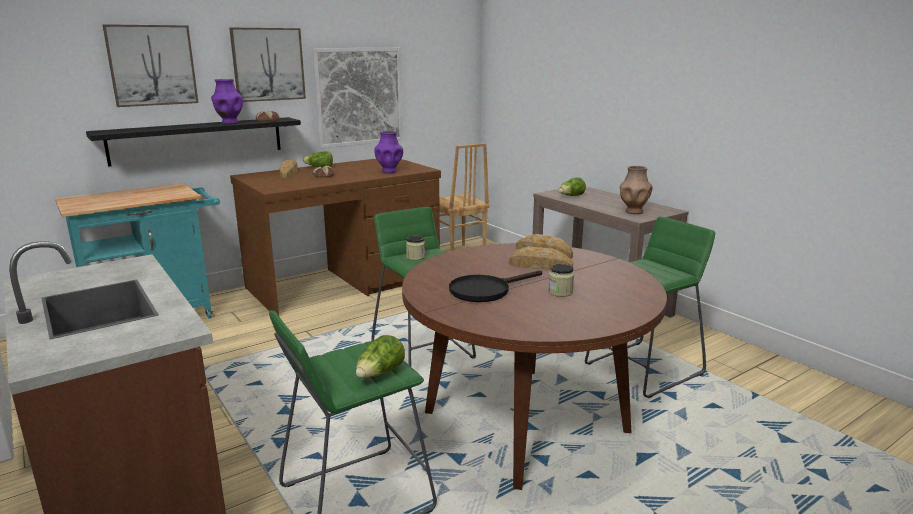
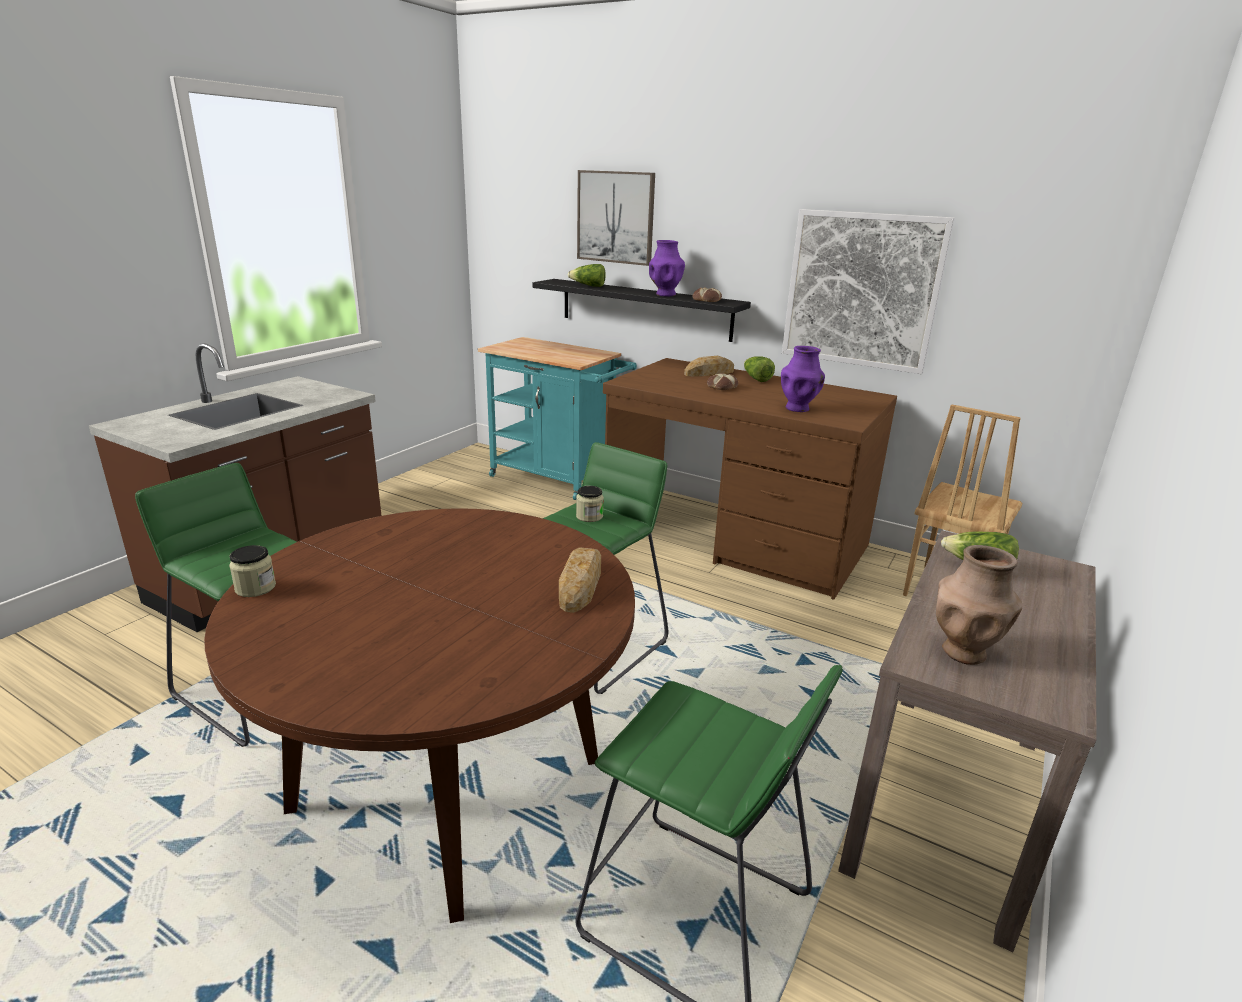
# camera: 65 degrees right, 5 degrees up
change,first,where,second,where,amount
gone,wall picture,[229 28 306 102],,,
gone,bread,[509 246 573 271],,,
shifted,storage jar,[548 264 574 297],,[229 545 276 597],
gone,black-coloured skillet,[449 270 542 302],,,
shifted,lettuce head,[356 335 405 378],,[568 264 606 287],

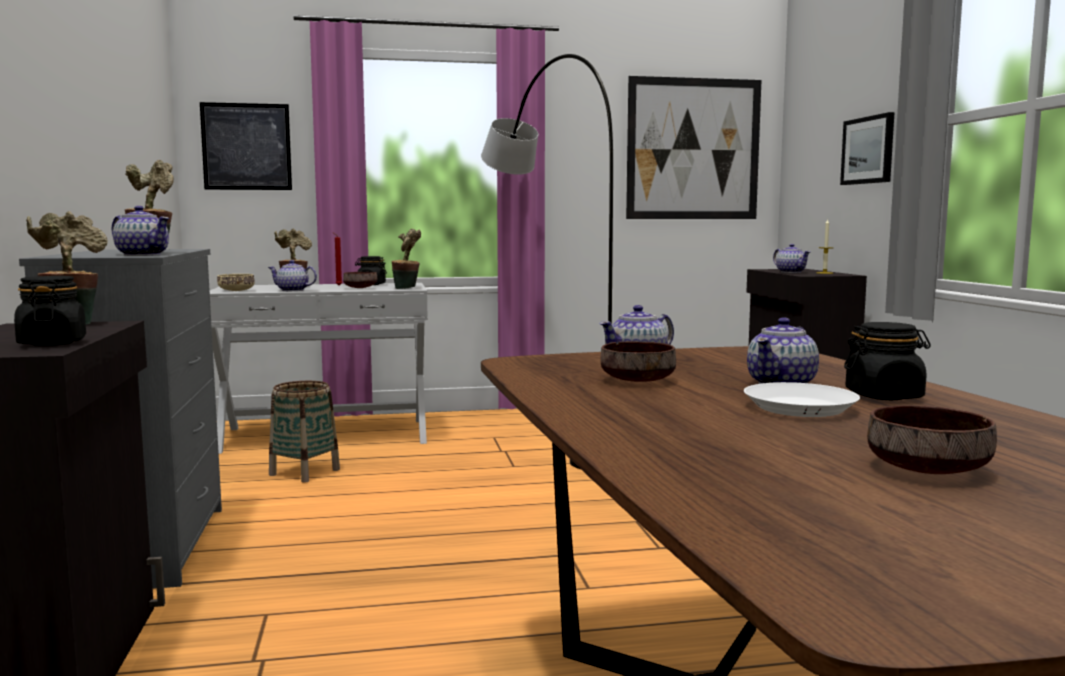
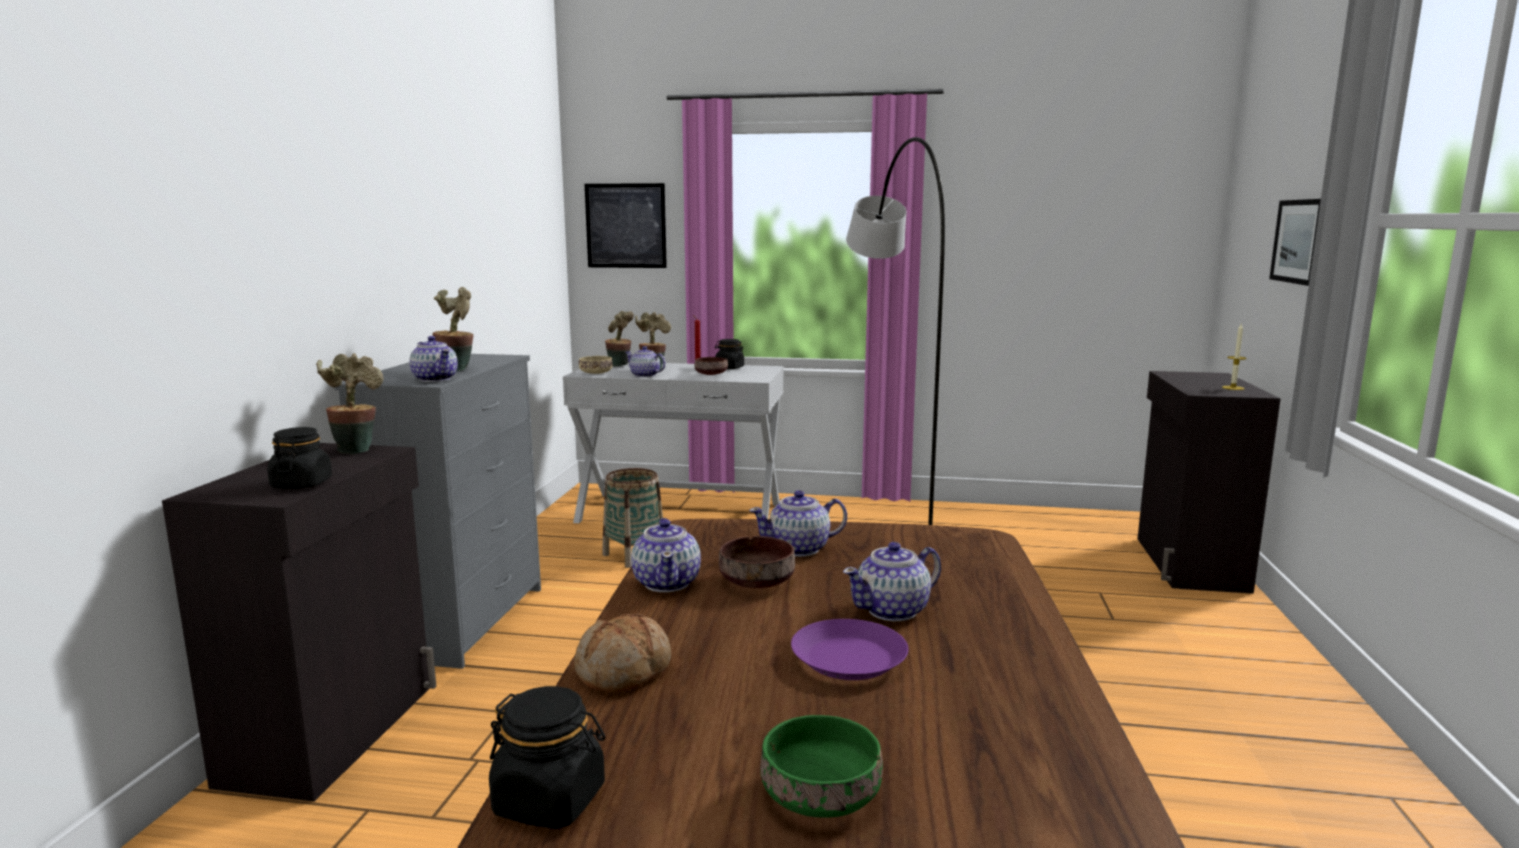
# camera: 20 degrees right, 5 degrees up
change,first,where,second,where,amount
gone,wall picture,[626 76 762 219],,,
shifted,potted plant,[391 229 421 289],,[605 311 634 366],
shifted,tea pot,[773 244 811 273],,[631 518 701 592],
shifted,black-coloured storage jar,[844 322 931 400],,[489 686 605 829],
repainted,white dinner plate,[744 382 860 417],purple dinner plate,[791 619 909 680],
repainted,brown-coloured serving bowl,[867 405 997 474],greenish serving bowl,[760 715 883 818],
new,,,bread,[574 614 671 693],

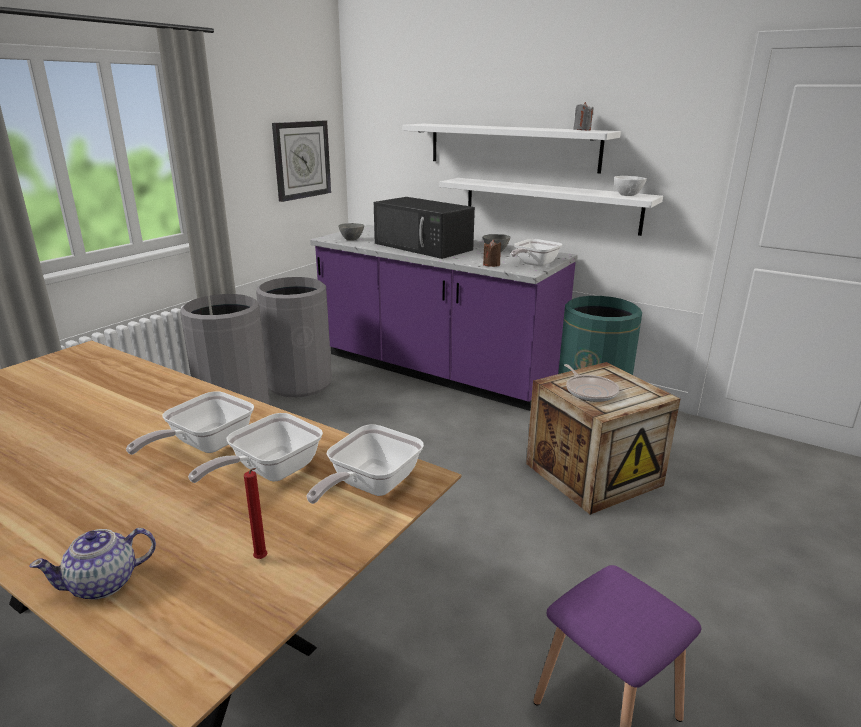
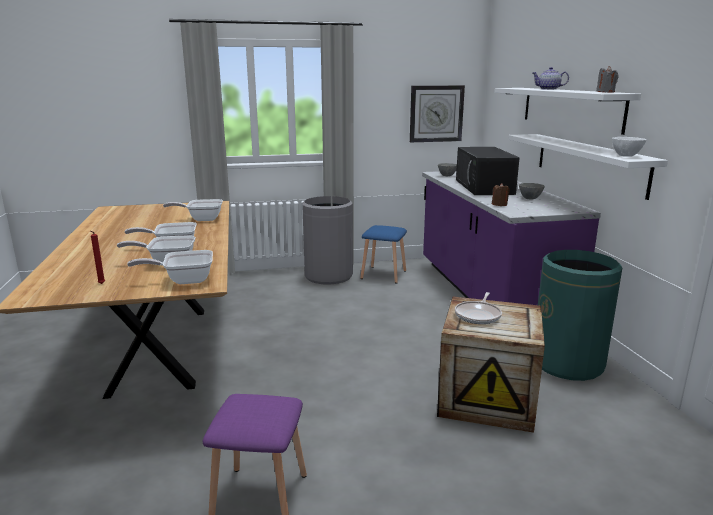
# camera: 45 degrees right, 5 degrees down
change,first,where,second,where,amount
shifted,skillet,[511 239 562 267],,[163 199 223 221],
swapped,greyish rubbish bin,[256 277 332 397],blue-coloured stool,[360 225 407 283],
shifted,tea pot,[29 528 156 600],,[533 67 569 90],

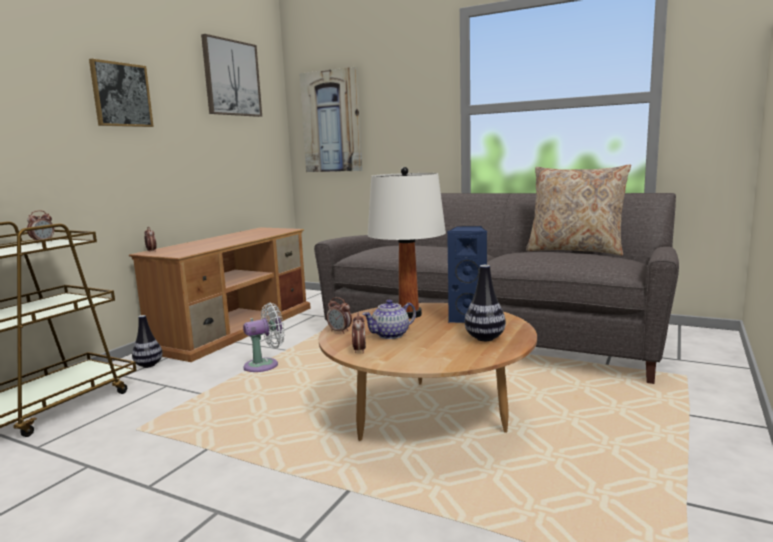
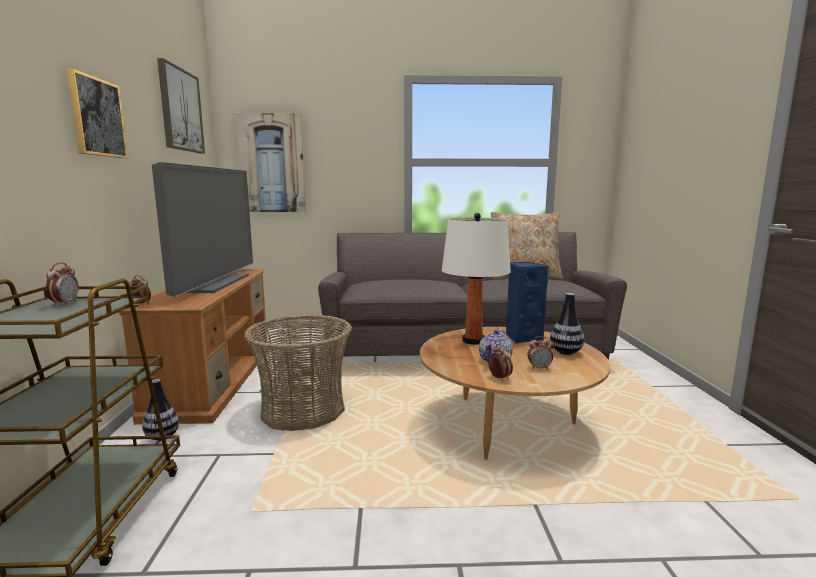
# camera: 30 degrees left, 0 degrees up
change,first,where,second,where,amount
shifted,bedside clock,[327 297 352 334],,[528 336 554 370],
swapped,white fan,[243 303 285 372],storage basket,[244 315 352 431],
new,,,TV,[152 162 253 297],

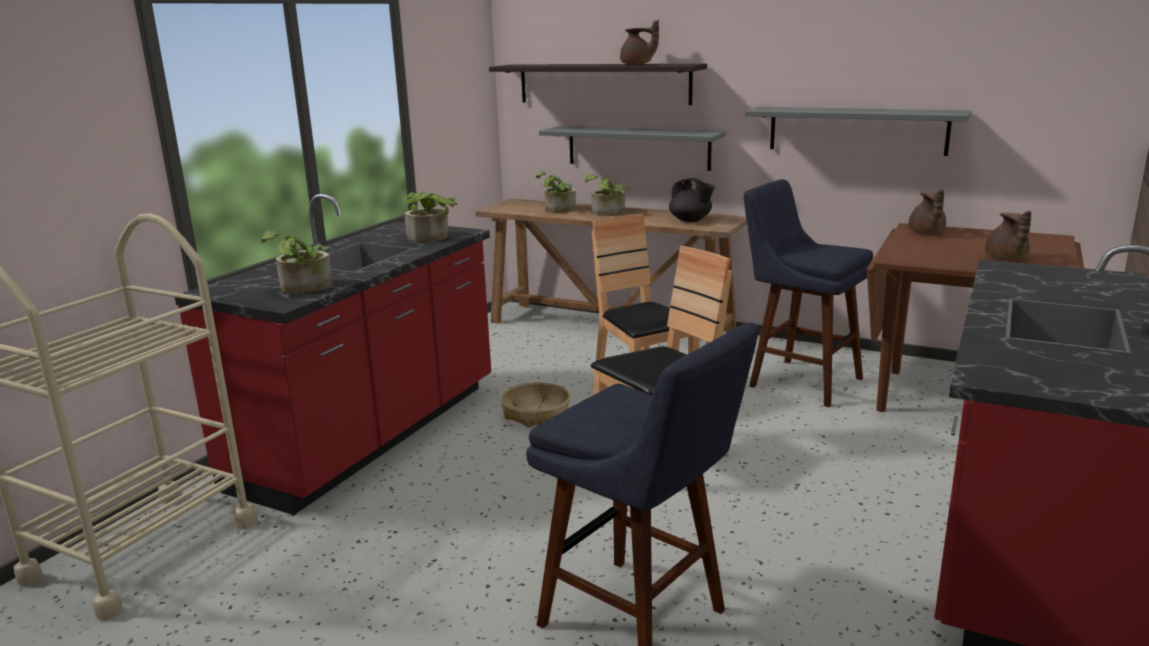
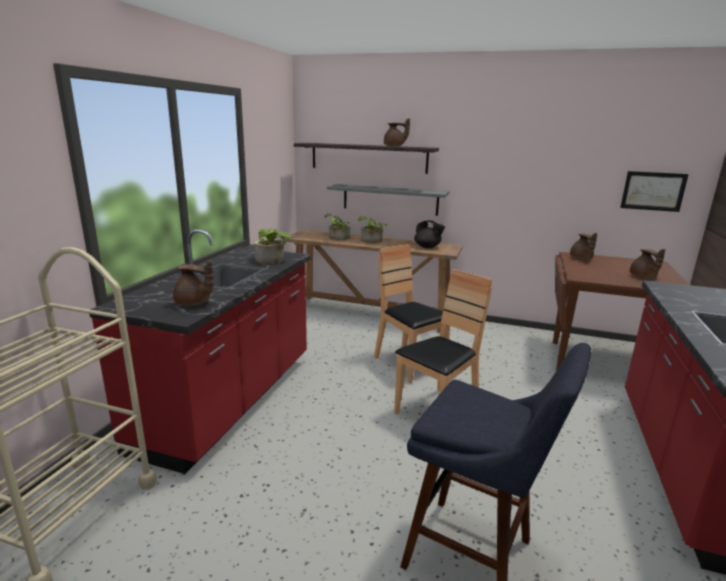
# camera: 10 degrees left, 0 degrees up
change,first,where,second,where,amount
gone,greyish wall shelf,[745 107 972 156],,,
gone,blue-coloured stool,[743 179 873 407],,,
swapped,potted plant,[261 230 332 294],brown-coloured tea pot,[173 261 214 306],
gone,storage basket,[501 382 570 428],,,
new,,,wall picture,[620 171 689 212],

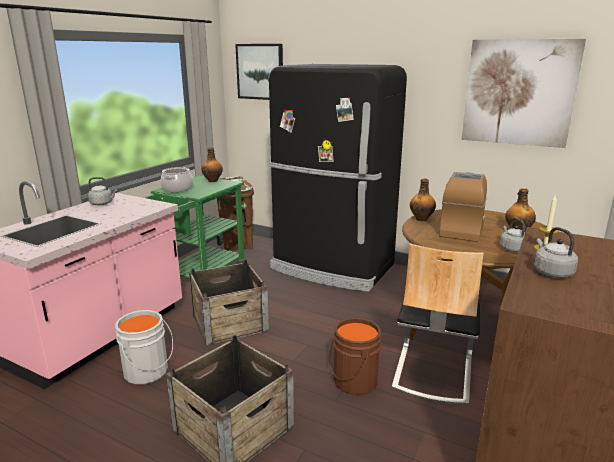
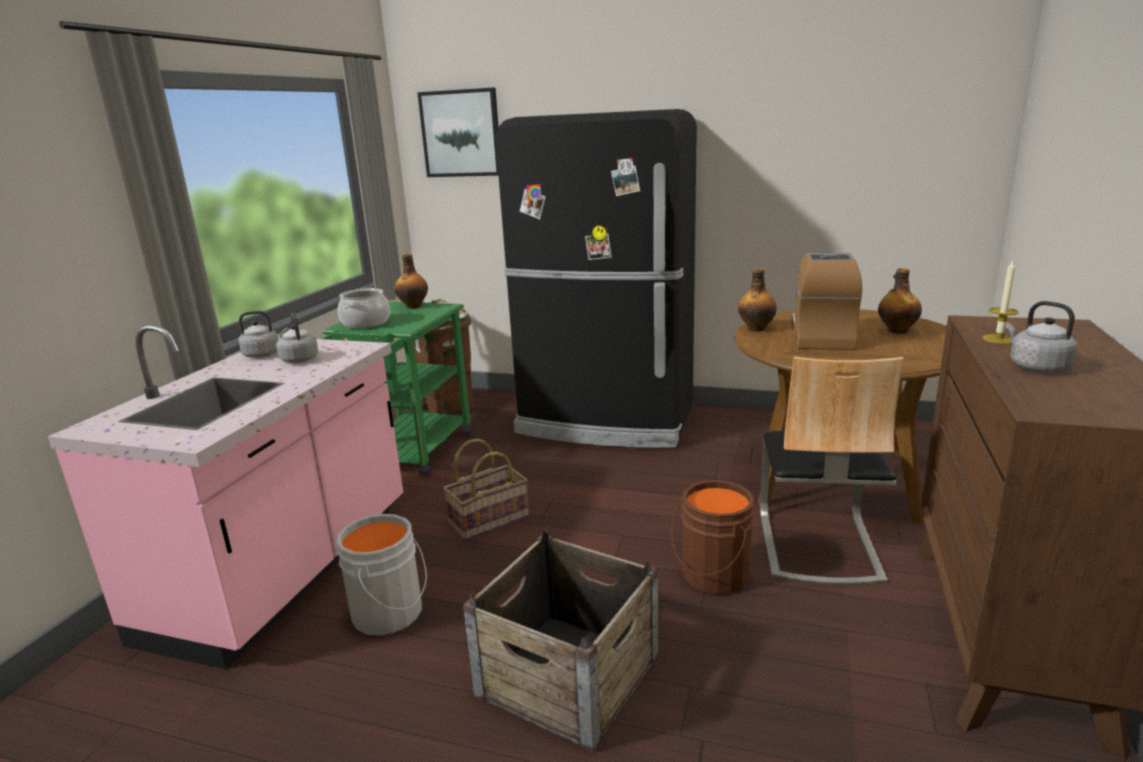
# camera: 10 degrees left, 0 degrees up
change,first,where,second,where,amount
gone,wall picture,[461 39 586 148],,,
shifted,greyish water kettle,[500 218 525 252],,[277 313 318 363],
swapped,packing crate,[189 259 269 346],storage basket,[443 438 529 541],

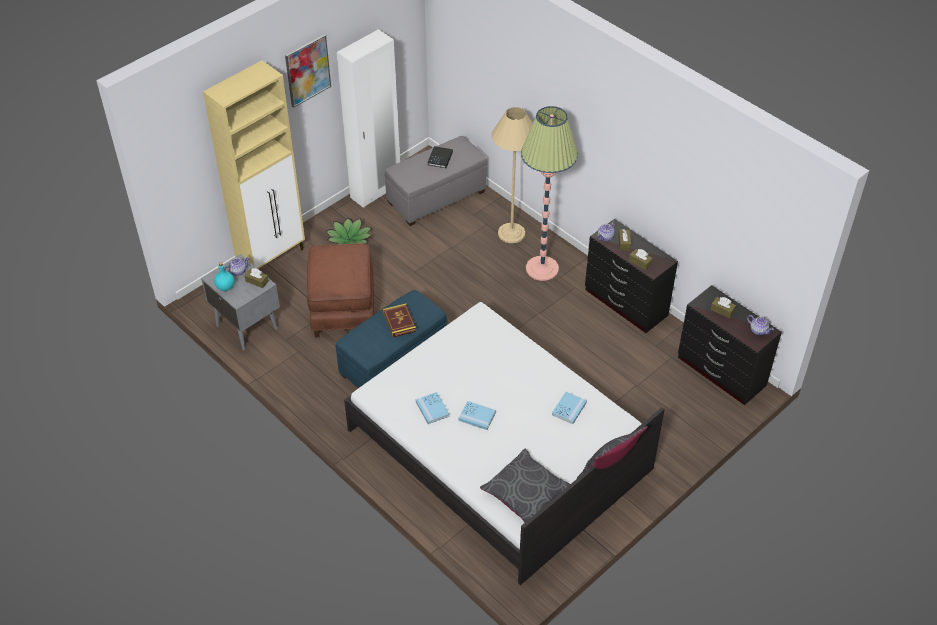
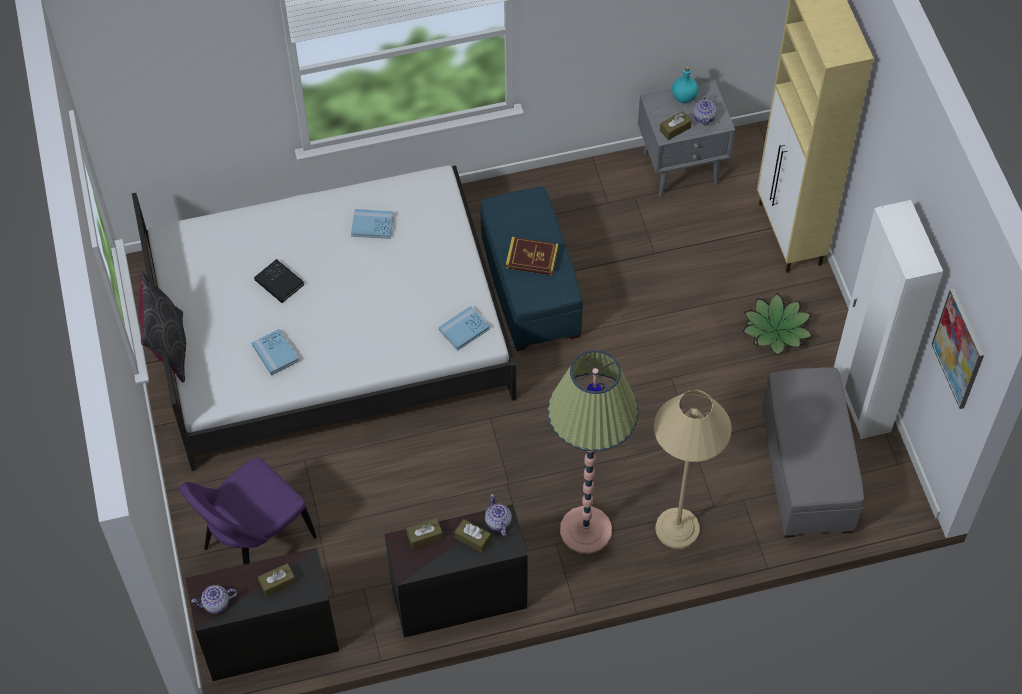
# camera: 120 degrees right, 10 degrees up
change,first,where,second,where,amount
shifted,wall picture,[285 34 331 108],,[931 289 984 409],
shifted,black-coloured volume,[427 146 453 168],,[254 259 304 303],
gone,brown-coloured footrest,[307 243 375 337],,,
shifted,blue-coloured volume,[458 401 496 430],,[439 306 490 350],
gone,greyish cushion,[480 449 570 522],,,
new,,,purple chair,[179 457 317 565],

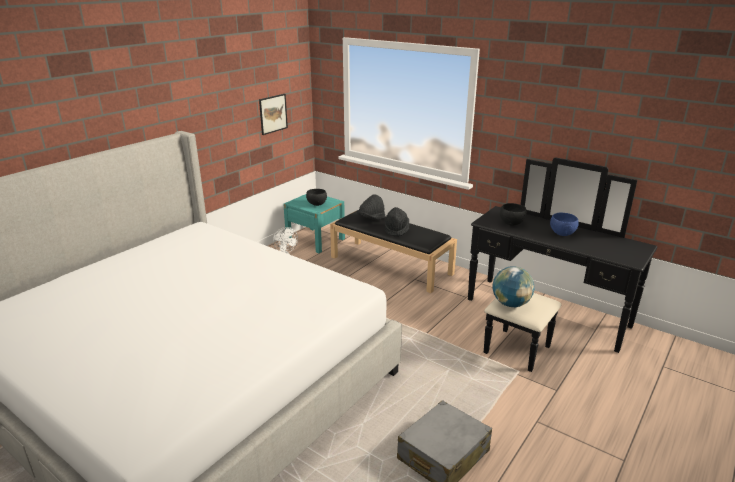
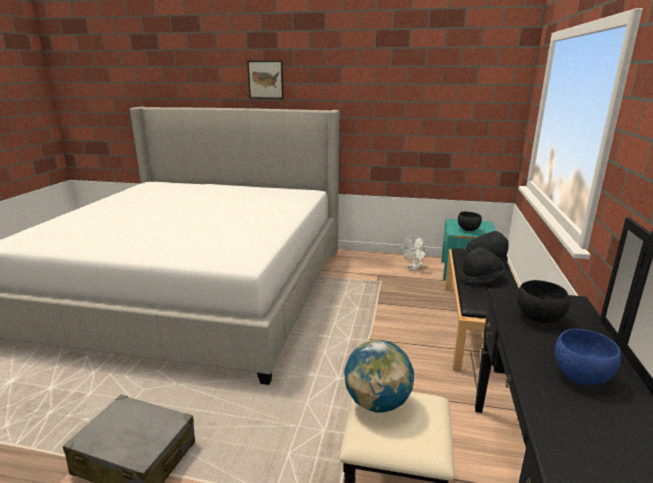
# camera: 65 degrees right, 5 degrees down
change,first,where,second,where,amount
shifted,wall picture,[259 94 288 135],,[247 61 284 99],

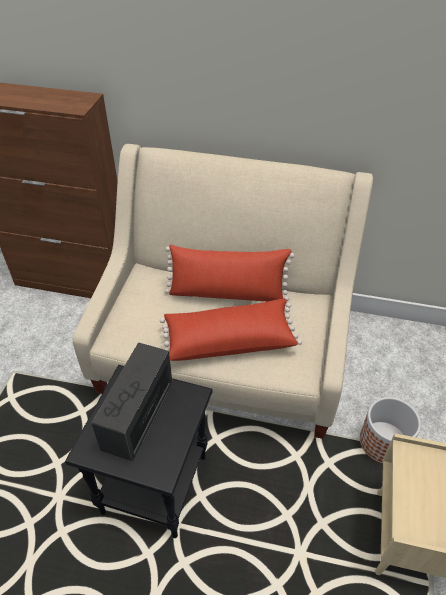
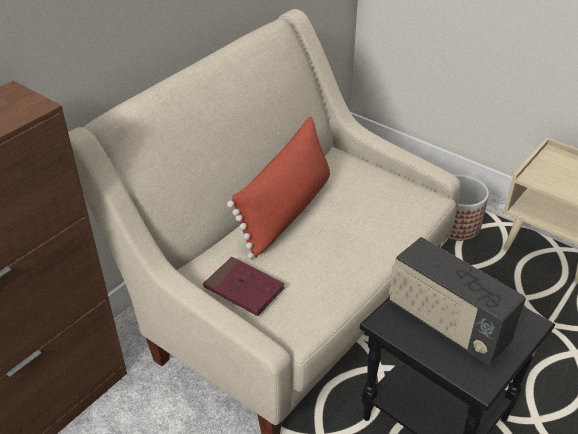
# camera: 65 degrees left, 5 degrees down
change,first,where,second,where,amount
gone,reddish cushion,[160 299 302 361],,,
new,,,reddish volume,[203 257 285 316],

